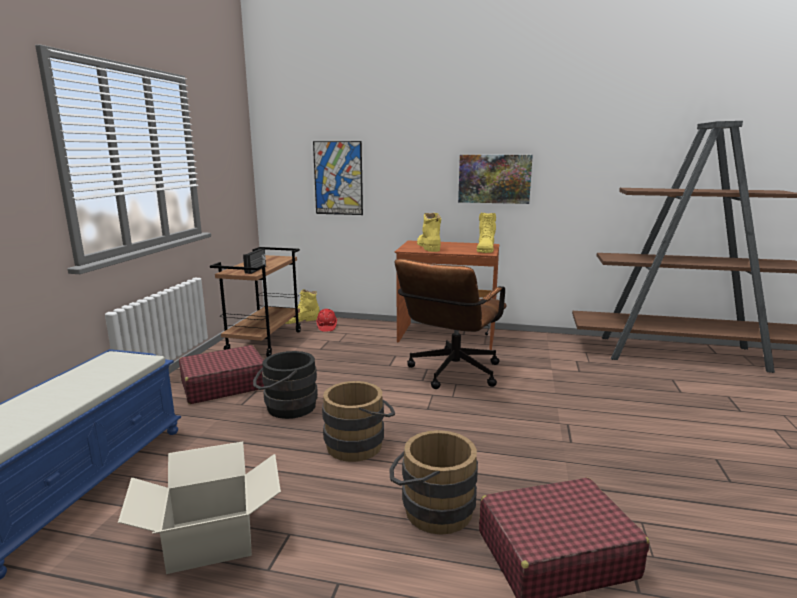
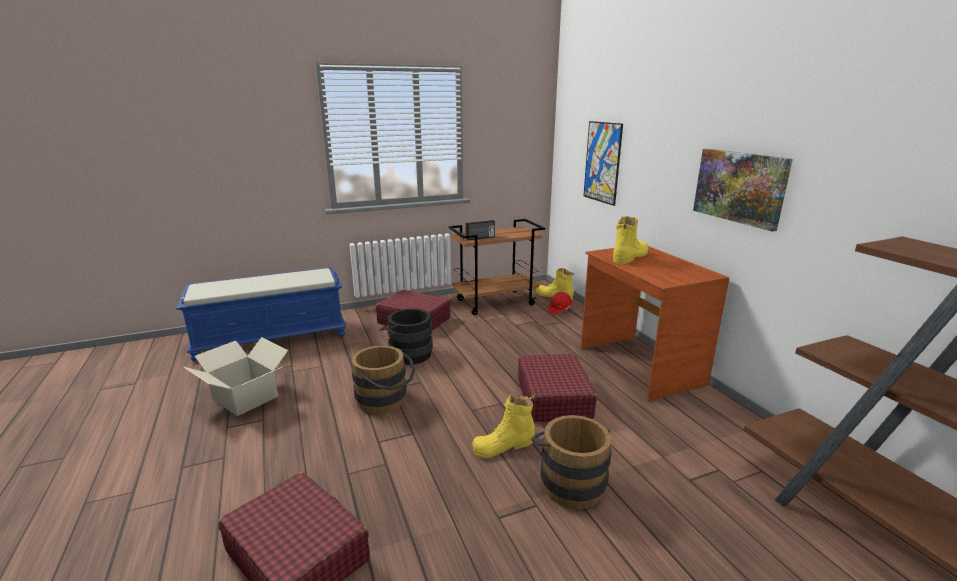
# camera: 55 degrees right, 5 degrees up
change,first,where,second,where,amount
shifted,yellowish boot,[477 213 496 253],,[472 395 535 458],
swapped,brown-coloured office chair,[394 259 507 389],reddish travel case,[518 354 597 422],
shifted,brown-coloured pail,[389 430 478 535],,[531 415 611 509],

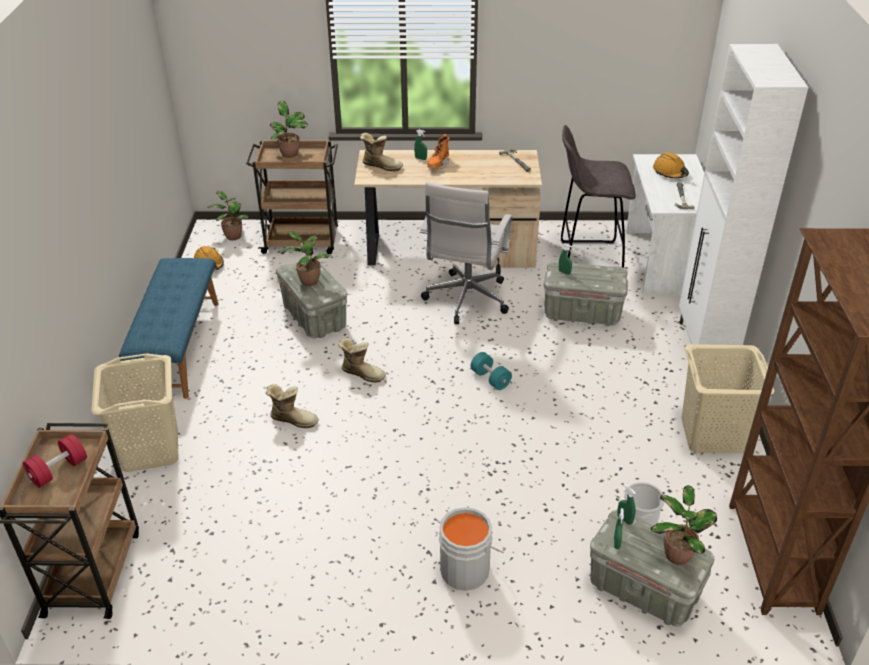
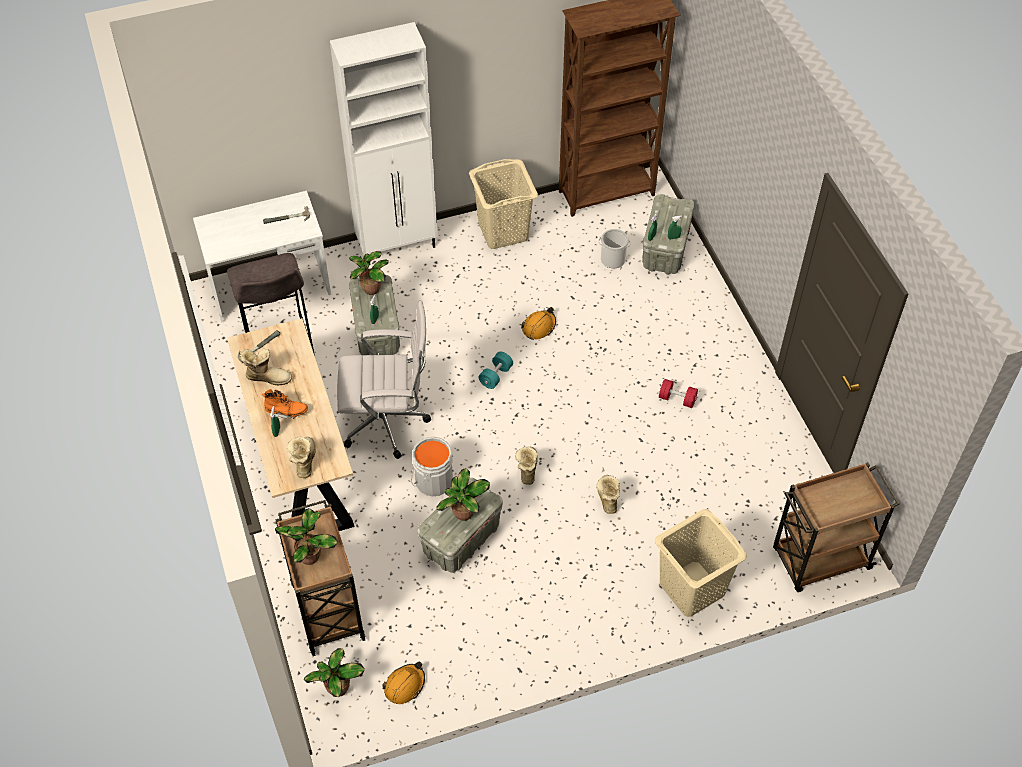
# camera: 110 degrees left, 15 degrees up
change,first,where,second,where,amount
shifted,orangey work helmet,[653 153 689 178],,[521 307 556 340],
gone,blue-coloured bench,[119 258 219 399],,,
shifted,reddish dumbbell,[23 434 87 488],,[659 379 698 408],
shifted,potted plant,[651 485 717 565],,[349 251 389 295],
shifted,greyish pail,[437 507 504 591],,[411 437 453 496],
new,,,boot,[240 349 292 385],

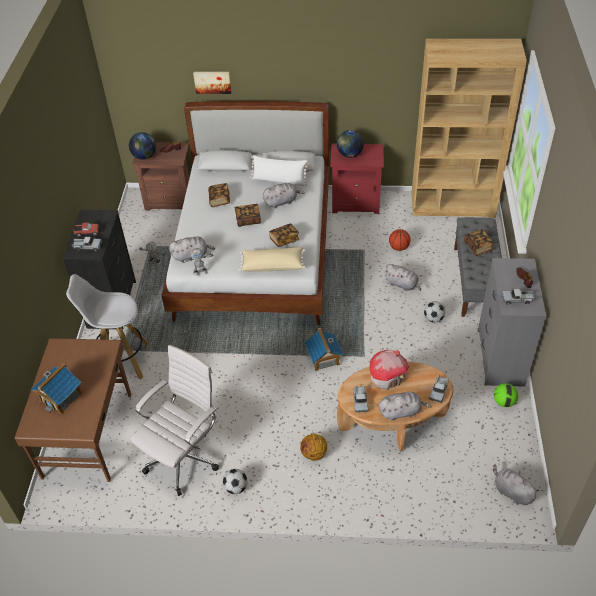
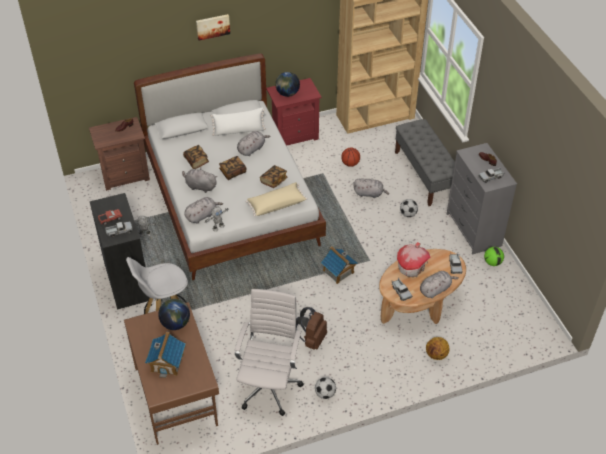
# camera: 25 degrees left, 0 degrees up
change,first,where,second,where,amount
shifted,wall picture,[193 72 231 94],,[196 14 230 41],
shifted,world globe,[129 132 156 160],,[158 299 190 330],
gone,volume,[464 229 494 256],,,
shifted,ball for basketball,[300 434 327 461],,[426 337 449 360],
shifted,greyish cuddly toy,[493 464 539 505],,[182 167 218 193],
new,,,brown-coloured backpack,[296 307 327 350],

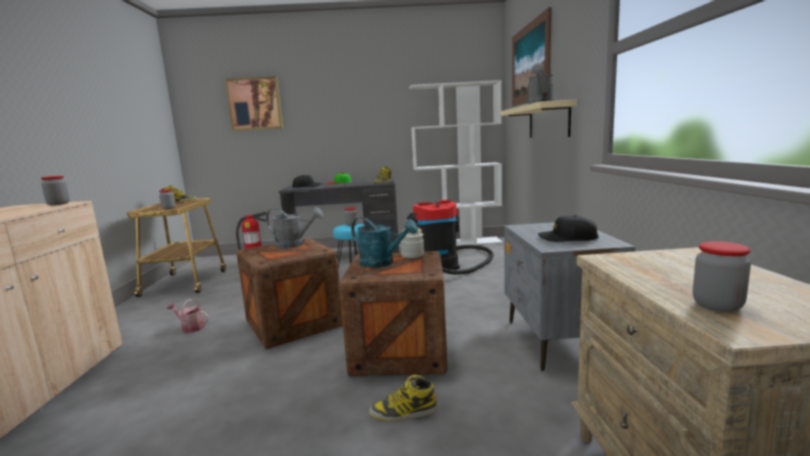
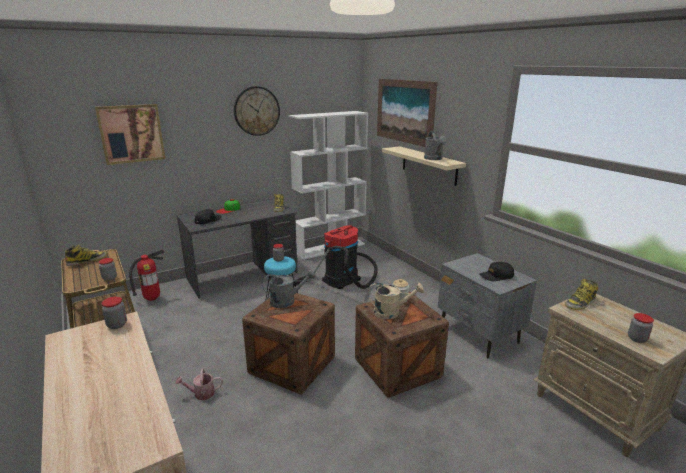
# camera: 30 degrees left, 10 degrees up
change,first,where,second,where,amount
repainted,turquoise-coloured sprinkling can,[351 217 418 268],beige-coloured sprinkling can,[368 283 424 319],
shifted,boot,[369 375 437 421],,[565 279 598 310],
new,,,hanging clock,[234 86 280 136],

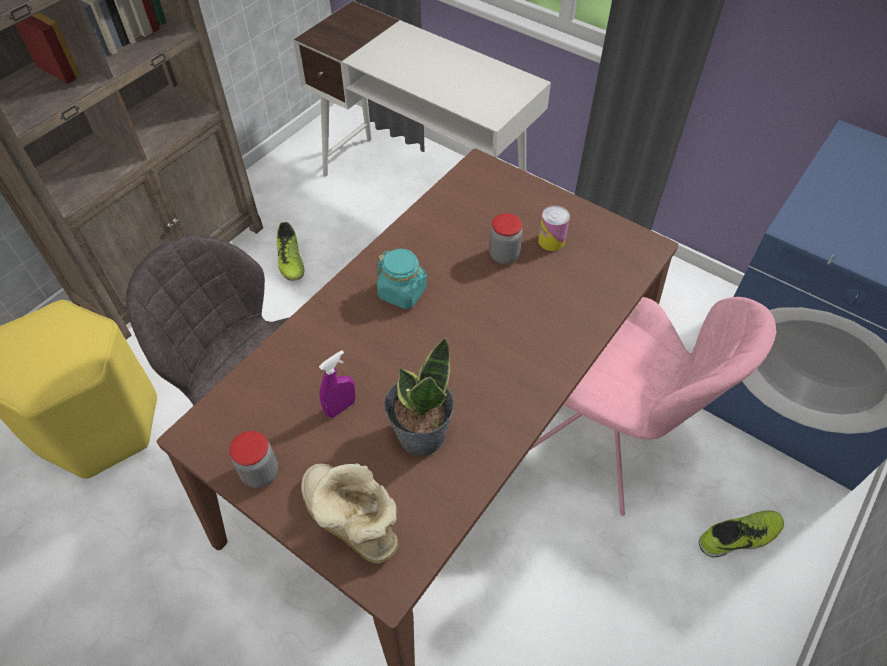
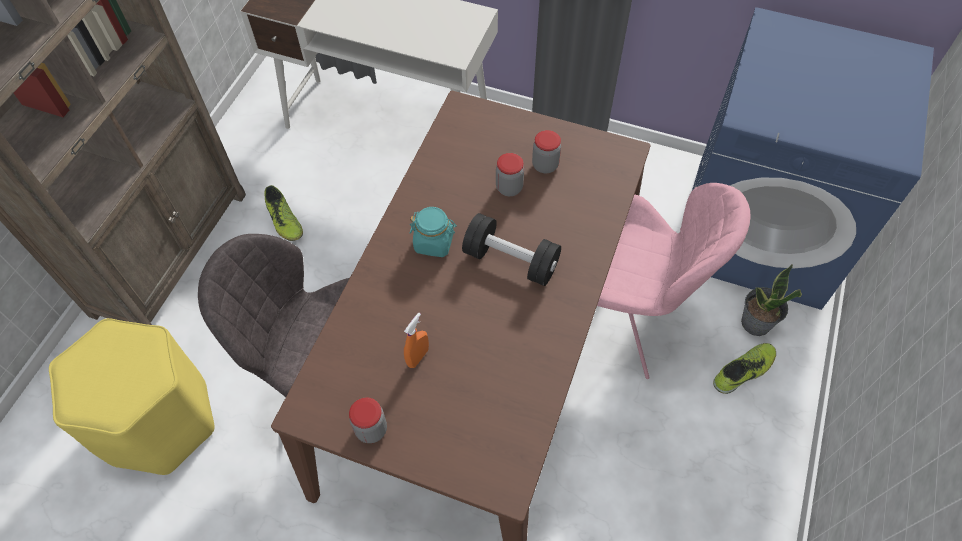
# camera: 15 degrees left, 5 degrees up
change,first,where,second,where,amount
swapped,can,[538 206 570 251],storage jar,[532 130 561 173],
shifted,potted plant,[384 337 455 456],,[741 264 802 336],
repainted,purple spray bottle,[319 350 356 418],orangey spray bottle,[404 313 429 368],
gone,boot,[301 464 399 563],,,
new,,,black-coloured dumbbell,[462 213 561 286],

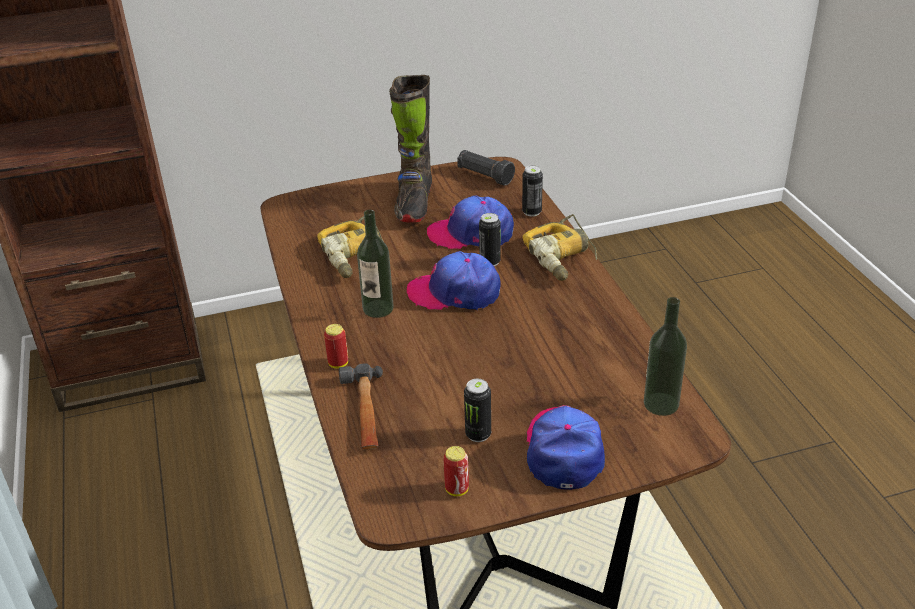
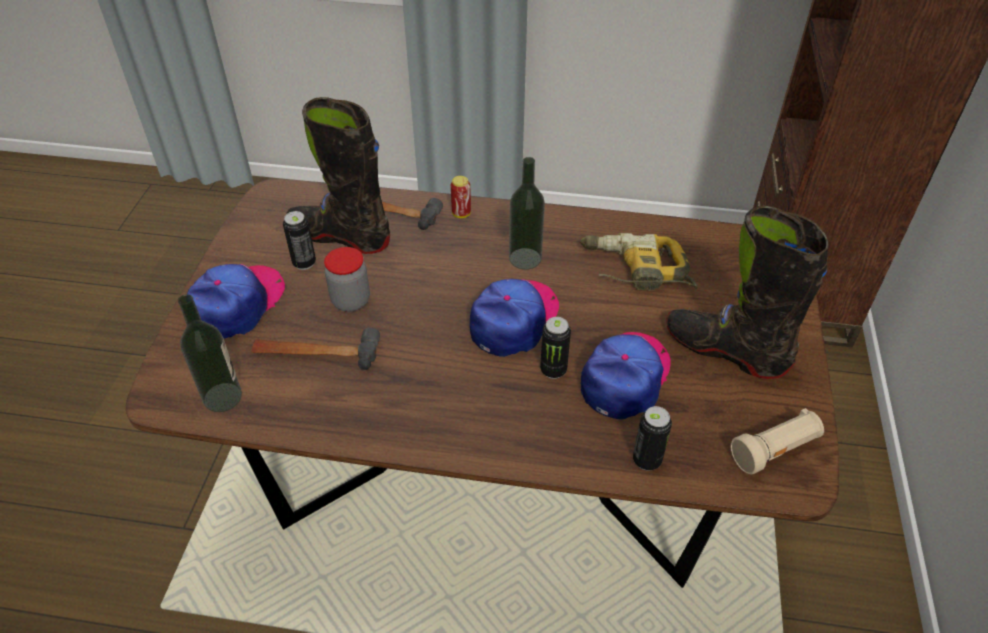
# camera: 115 degrees right, 10 degrees up
change,first,where,second,where,amount
repainted,black-coloured hand torch,[457 150 515 186],beige-coloured hand torch,[731 408 824 474],
gone,electric drill,[522 214 597 281],,,
rotated,baseball cap,[527 405 605 490],,[187 264 285 339],90 degrees counterclockwise
gone,can,[443 446 469 496],,,
new,,,black-coloured boot,[286 97 390 254],
new,,,storage jar,[324 247 370 312],
new,,,tool hammer,[251 328 380 370],

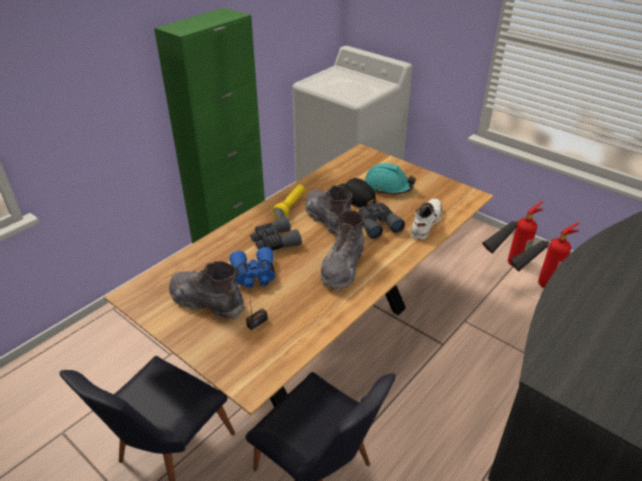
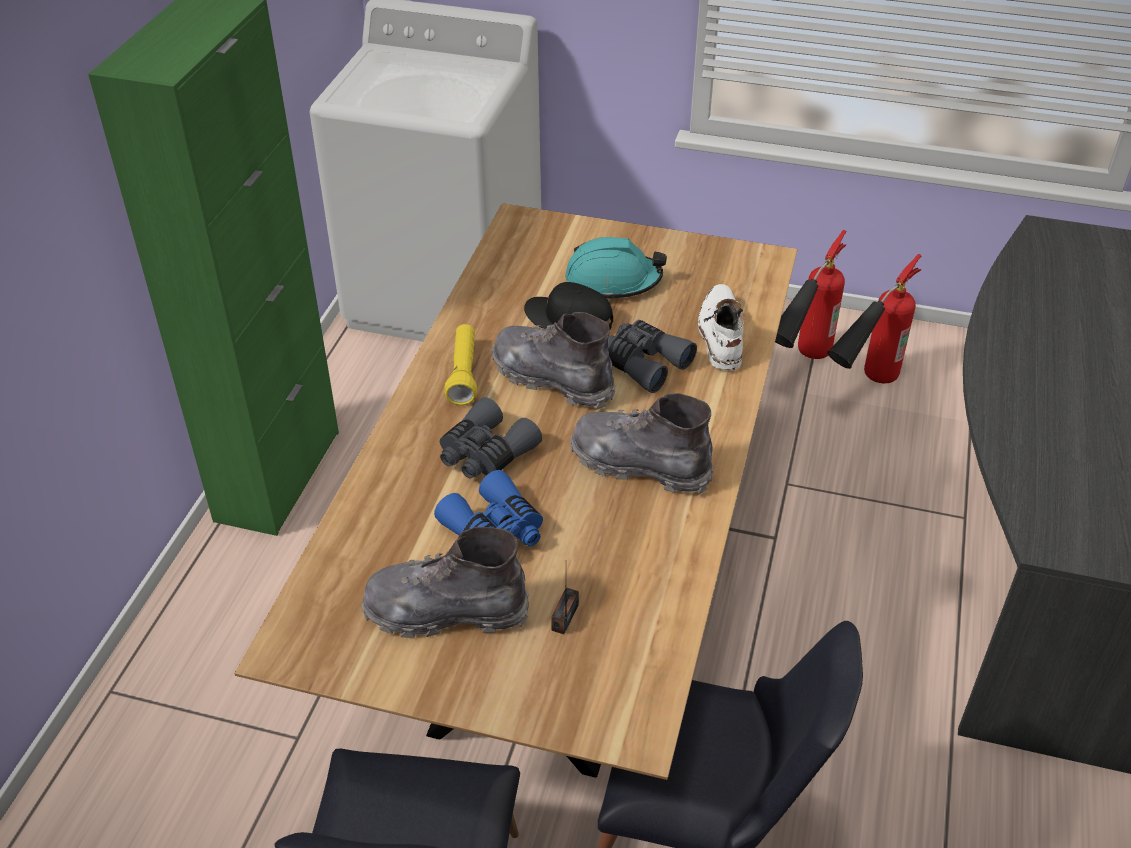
# camera: 25 degrees left, 5 degrees up
change,first,where,second,where,amount
rotated,greyish boot,[320 210 364 291],,[570 393 714 495],120 degrees clockwise

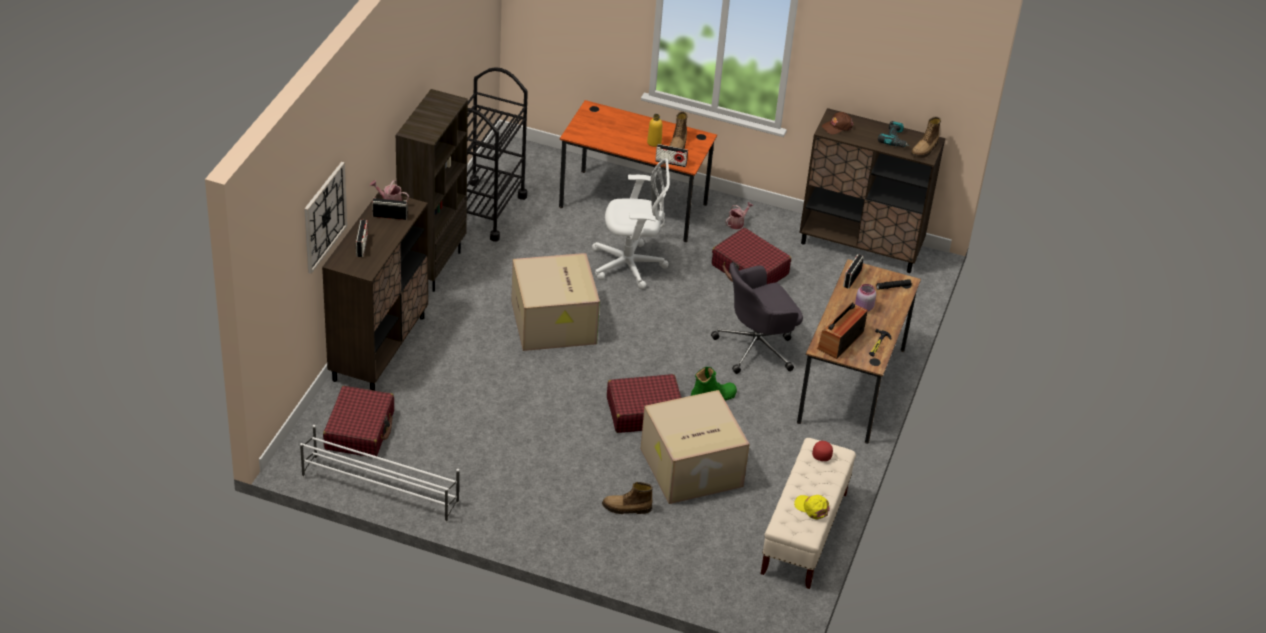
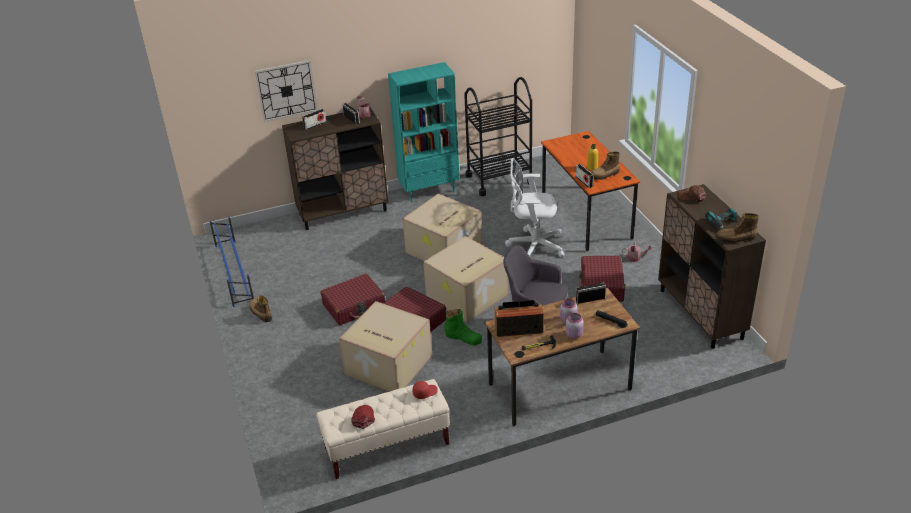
# camera: 55 degrees right, 5 degrees down
change,first,where,second,where,amount
repainted,brown-coloured shelving unit,[396 89 468 292],turquoise-coloured shelving unit,[388 62 460 202],
rotated,white office chair,[592 159 669 289],,[505 158 564 257],135 degrees clockwise
shifted,reddish travel case,[323 386 394 457],,[320 274 385 325],
repainted,white shoe stand,[300 425 459 523],blue-coloured shoe stand,[210 216 254 307],
shifted,boot,[602 482 653 514],,[250 295 272 322],
repainted,yellowish baseball cap,[794 495 830 519],reddish baseball cap,[351 405 375 429],
new,,,cardboard box,[423 236 508 322],
new,,,pinkish storage jar,[566 313 584 339],

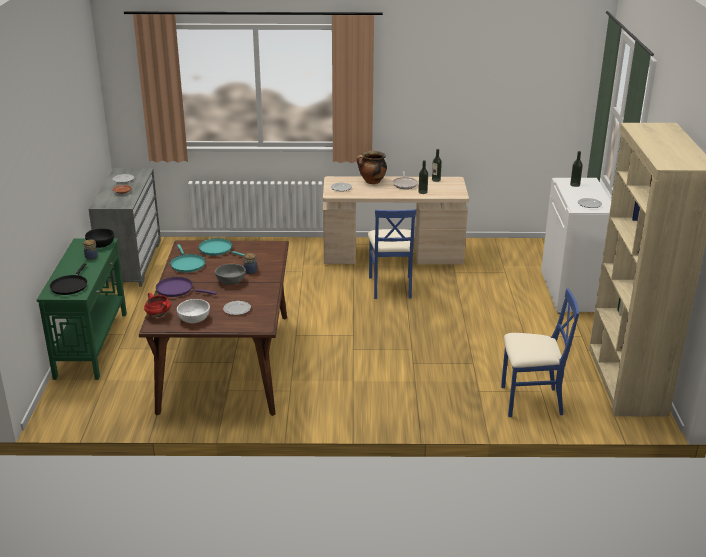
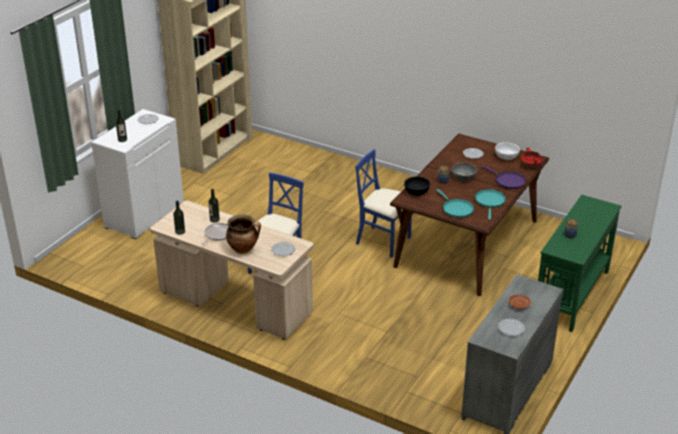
# camera: 150 degrees left, 5 degrees up
change,first,where,second,where,amount
shifted,black-coloured serving bowl,[85 228 114 248],,[404 177 430 196],
gone,black-coloured skillet,[50 263 87 295],,,
shifted,blue-coloured chair,[501 289 579 417],,[355 149 412 258],

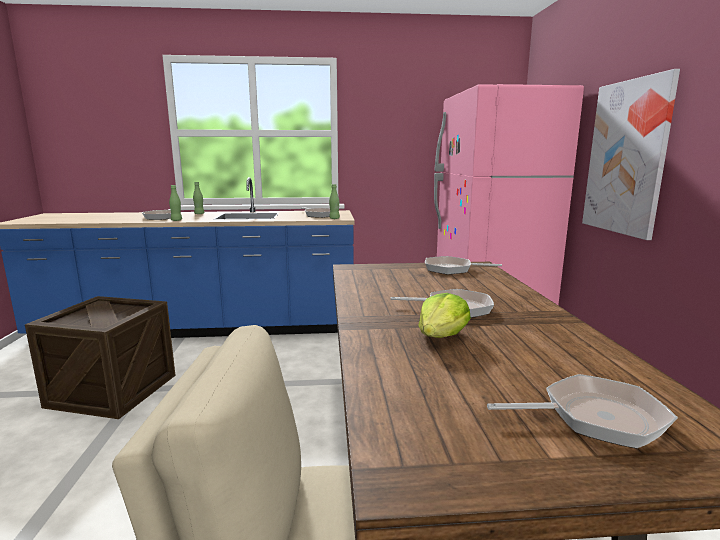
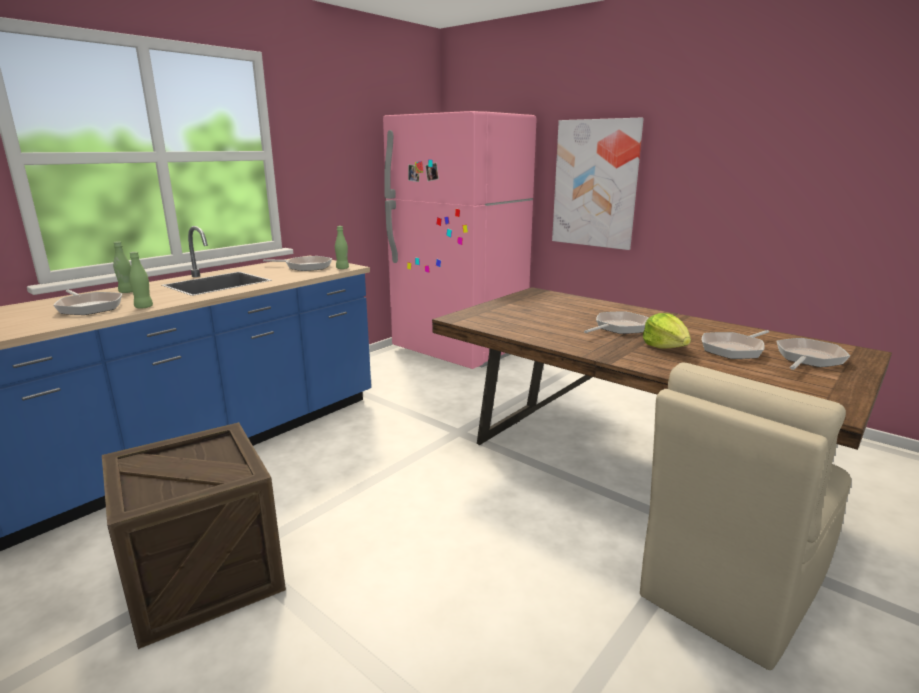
# camera: 45 degrees left, 5 degrees up
change,first,where,second,where,amount
shifted,skillet,[425 256 502 275],,[702 330 769 359],

